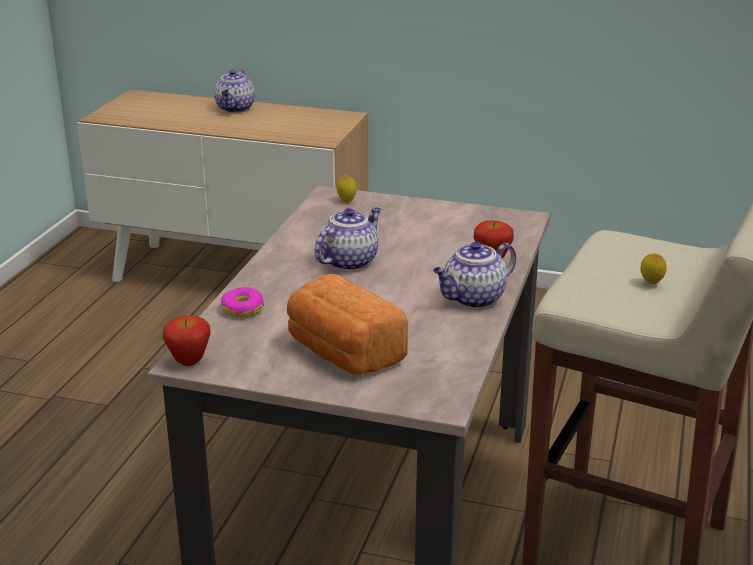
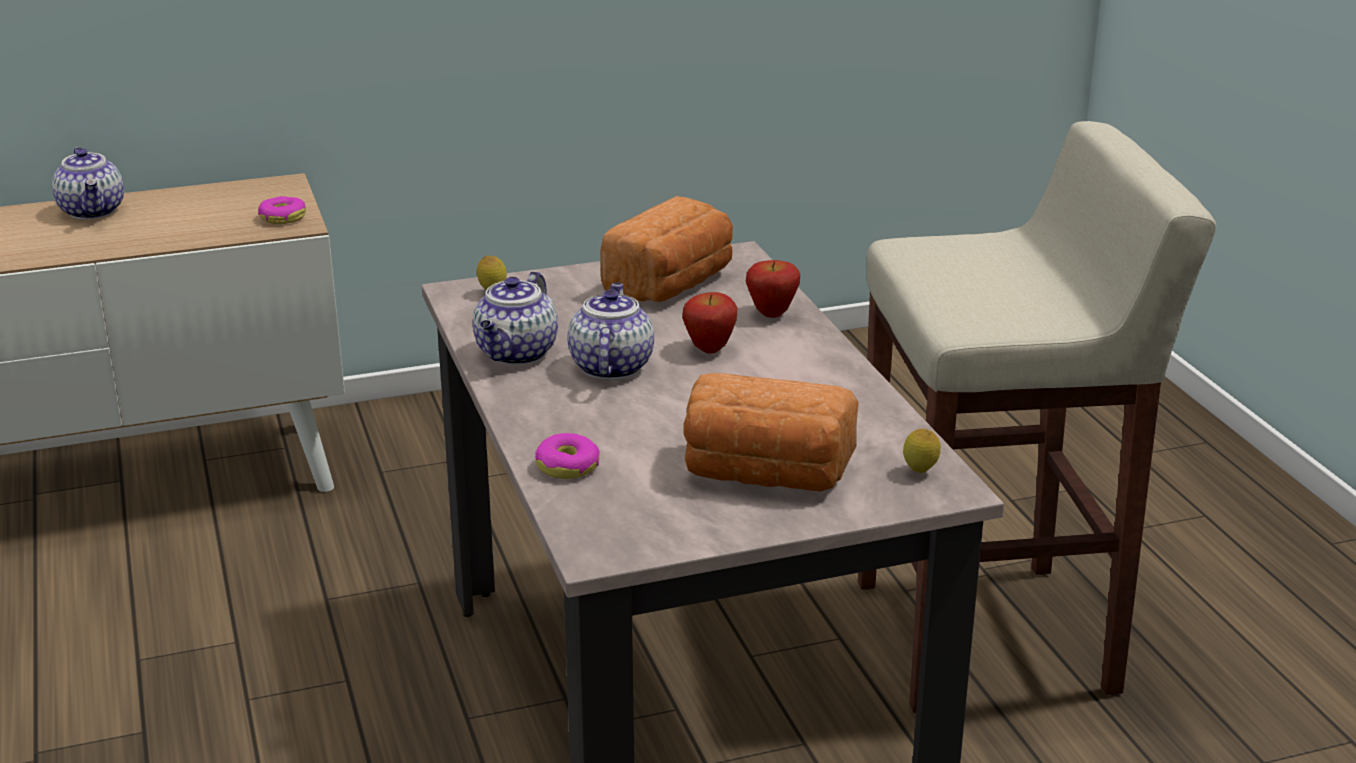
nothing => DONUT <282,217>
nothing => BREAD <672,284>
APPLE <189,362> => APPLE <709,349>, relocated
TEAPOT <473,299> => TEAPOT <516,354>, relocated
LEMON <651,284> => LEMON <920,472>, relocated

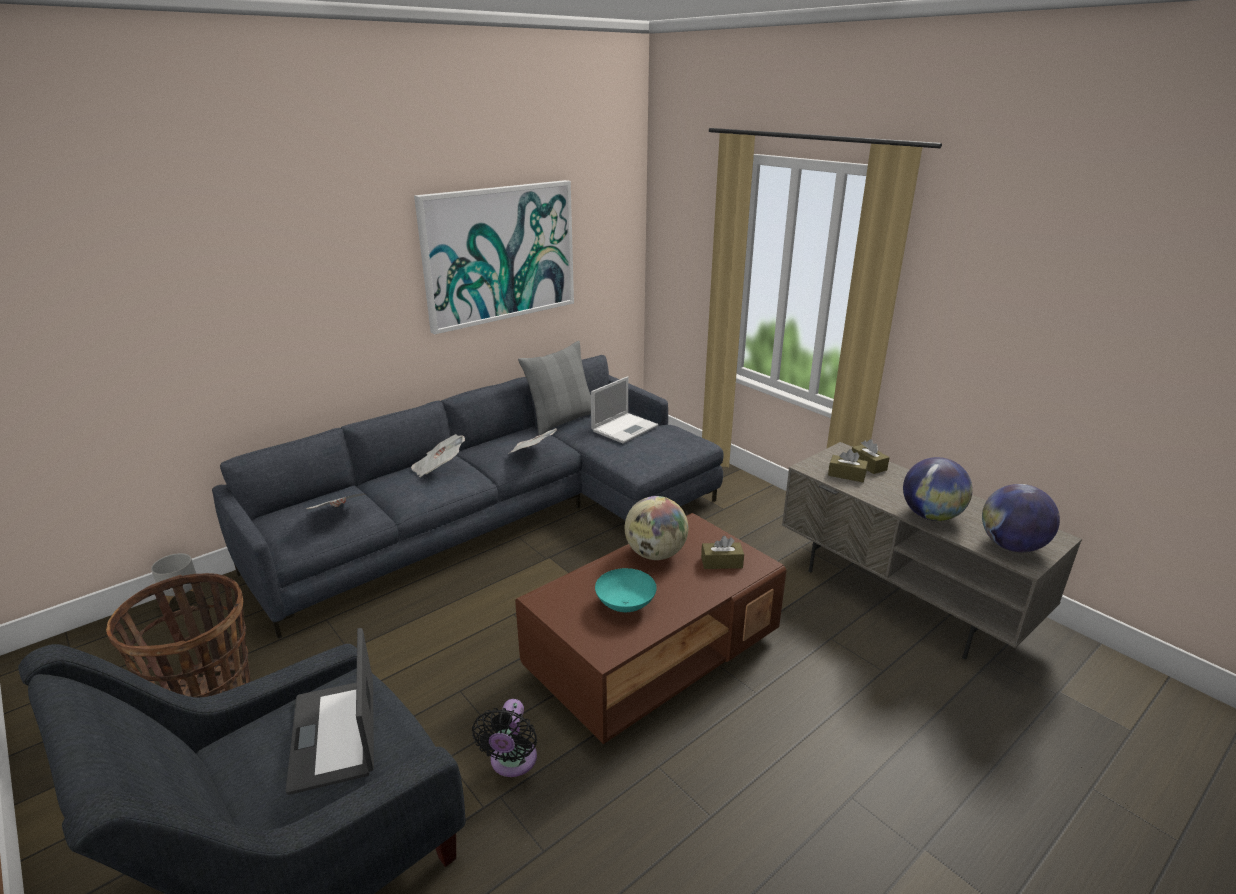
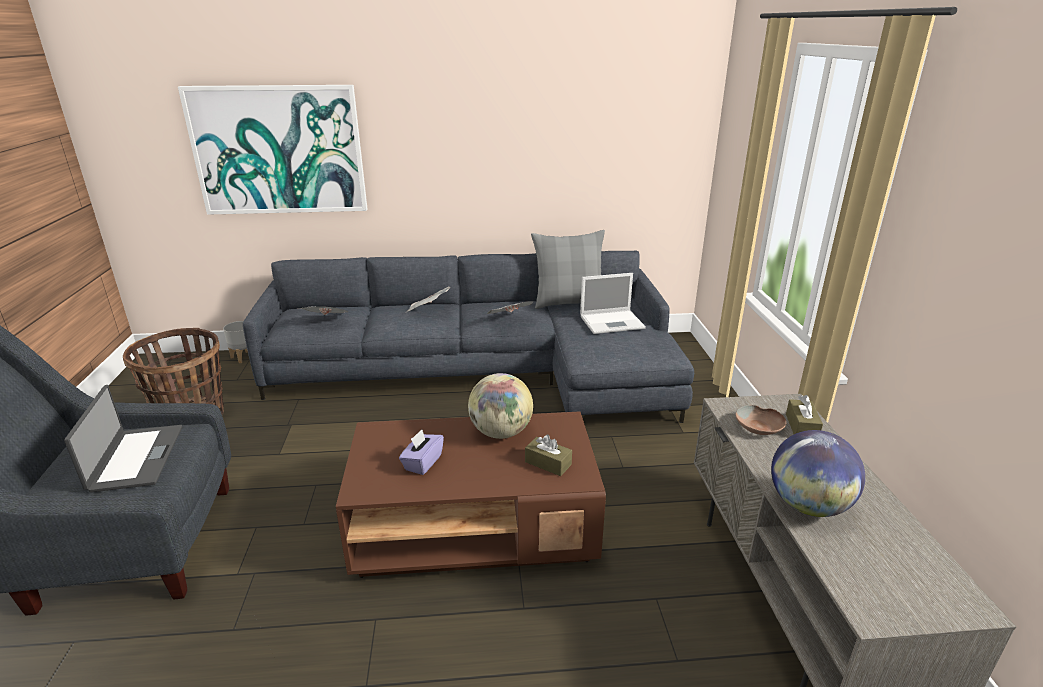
BLACK FAN <512,762> => nothing
GLOBE <1011,546> => nothing
PICTURE <499,254> => PICTURE <279,150>, relocated
TURQUOISE BOWL <626,605> => PURPLE TISSUE BOX <422,463>
BROWN TISSUE BOX <846,475> => BROWN BOWL <759,427>
LAPTOP <336,734> => LAPTOP <135,458>, 150 degrees clockwise

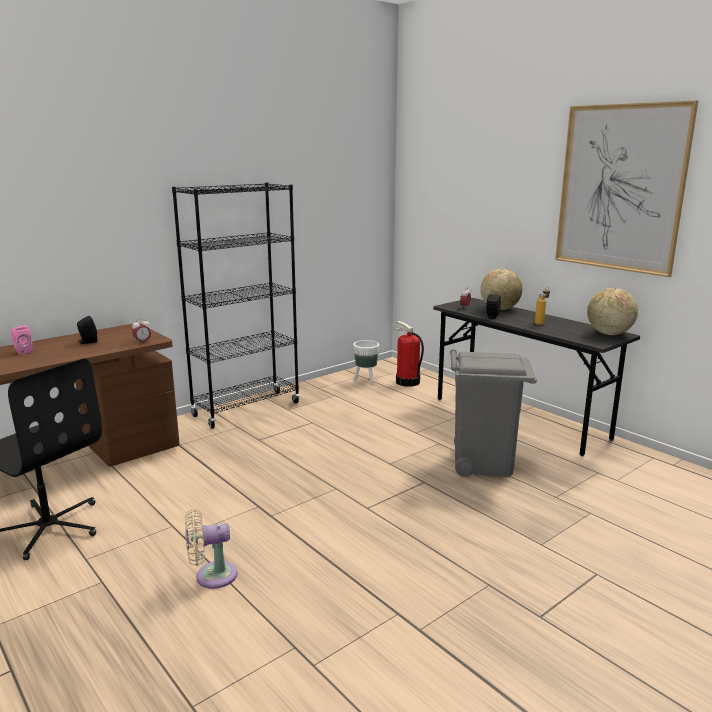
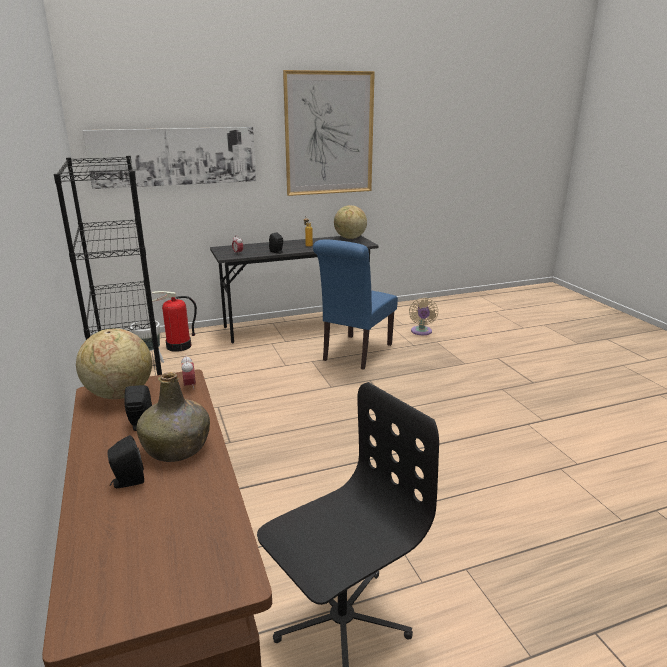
nothing => PICTURE <174,157>
nothing => GREEN BOTTLE <177,448>
BEIGE FAN <211,576> => BEIGE FAN <421,332>, relocated
GLOBE <499,309> => GLOBE <119,394>, relocated
GREY TRASH CAN <483,462> => BLUE CHAIR <355,354>
PINK SPEAKER <22,351> => BLACK SPEAKER <127,482>

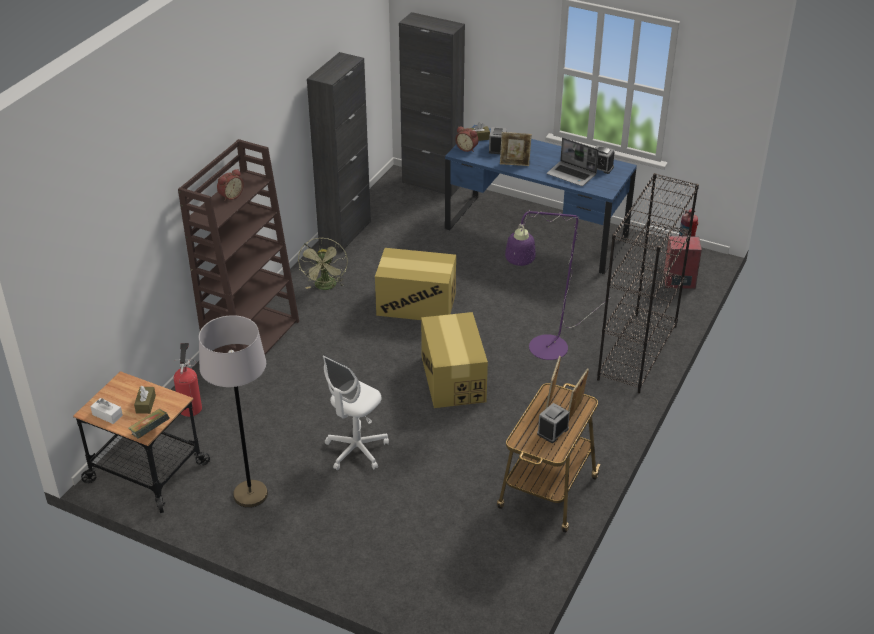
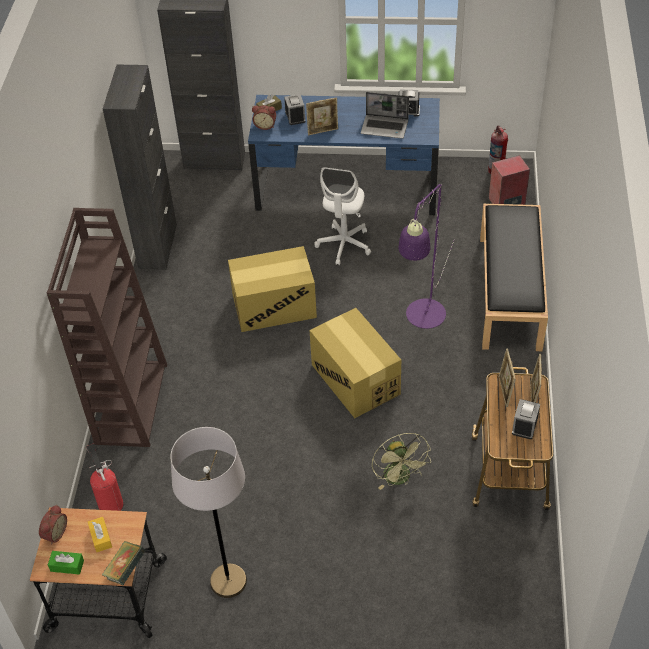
ALARM CLOCK <230,196> => ALARM CLOCK <54,533>, relocated
GREEN FAN <326,287> => GREEN FAN <400,479>, relocated
WHITE OFFICE CHAIR <356,450> => WHITE OFFICE CHAIR <344,245>, relocated
BLACK BOOKCASE <637,353> => BLACK BENCH <510,292>
WHITE TISSUE BOX <107,415> => GREEN TISSUE BOX <67,566>
BROWN TISSUE BOX <145,404> => YELLOW TISSUE BOX <101,537>

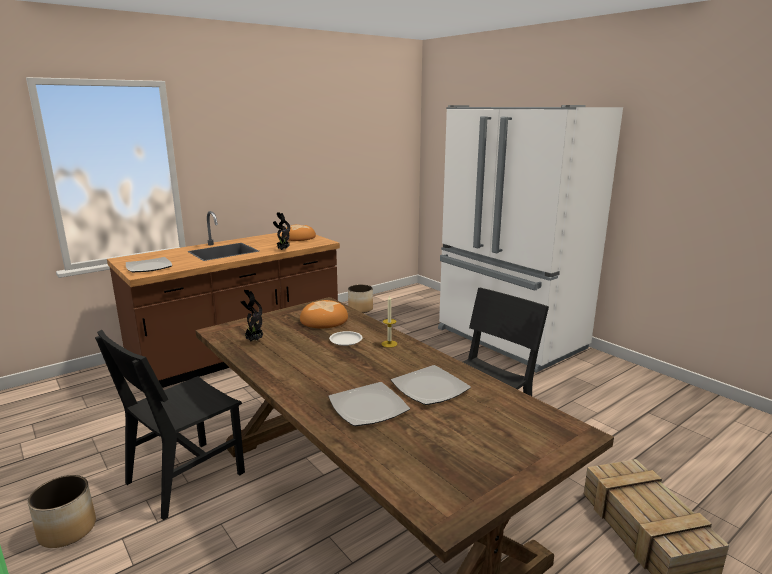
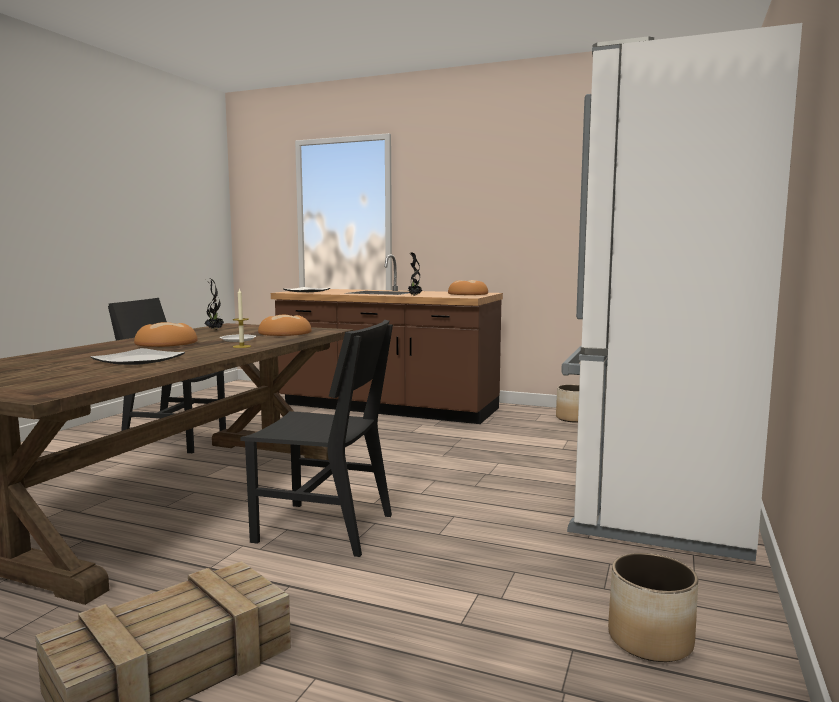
PLATE <367,407> => nothing
nothing => BREAD <166,343>
PLANTER <68,530> => PLANTER <650,640>, relocated

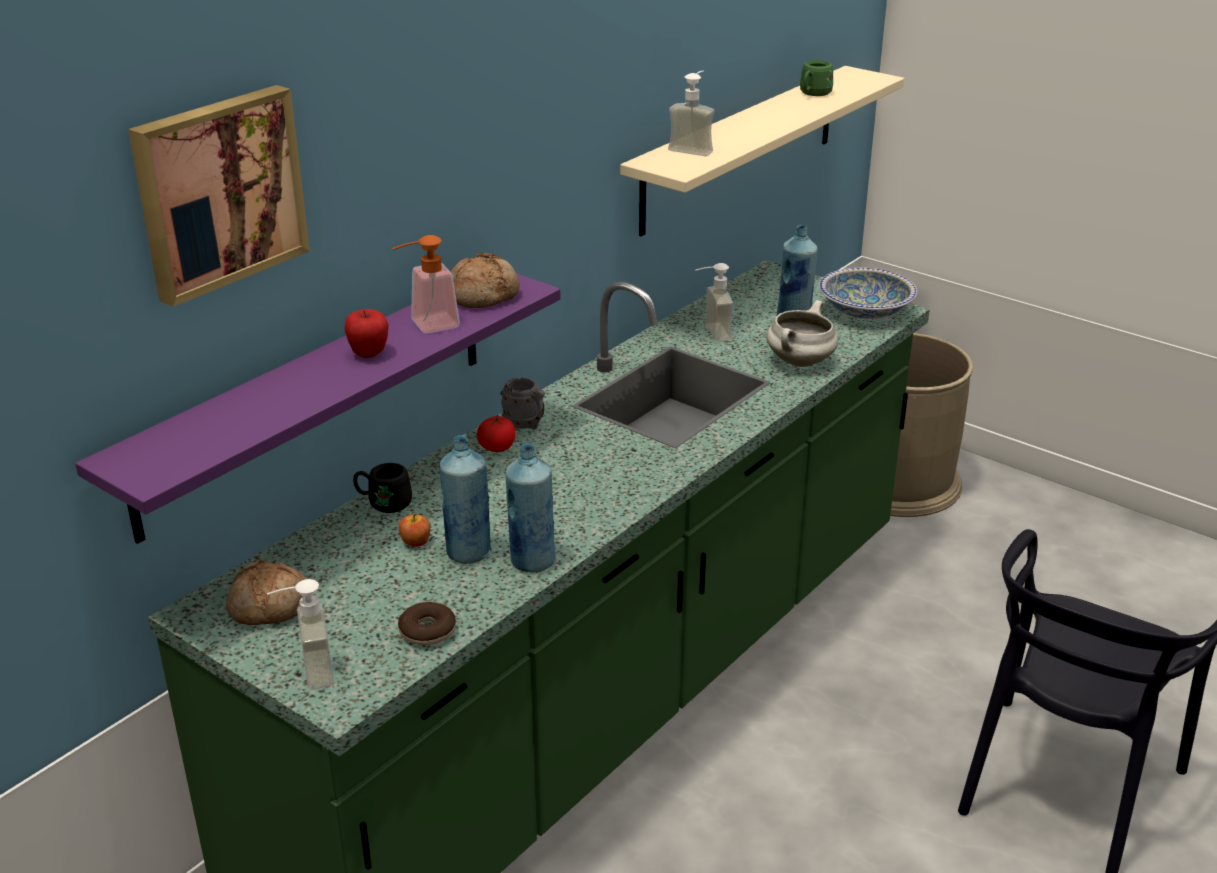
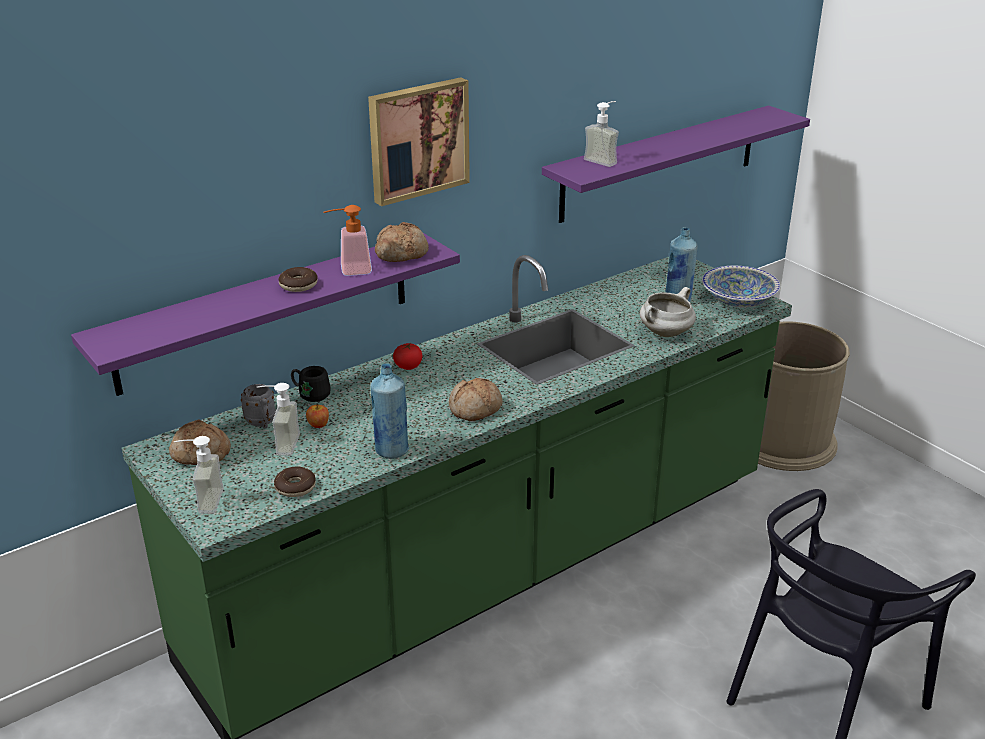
BLUE BOTTLE <468,552> => nothing
GREEN MUG <813,94> => nothing
nothing => BREAD <476,409>
PICTURE <218,191> => PICTURE <417,139>, relocated
GREY MUG <526,424> => GREY MUG <262,423>, relocated
SOAP DISPENSER <709,333> => SOAP DISPENSER <280,444>, relocated
APPLE <369,354> => DONUT <298,285>
BEIGE SHELF <741,148> => PURPLE SHELF <660,163>

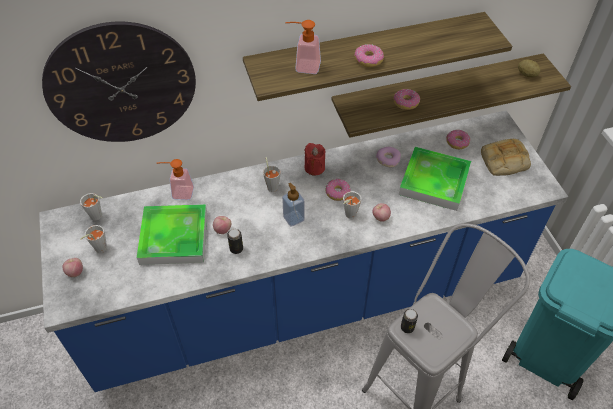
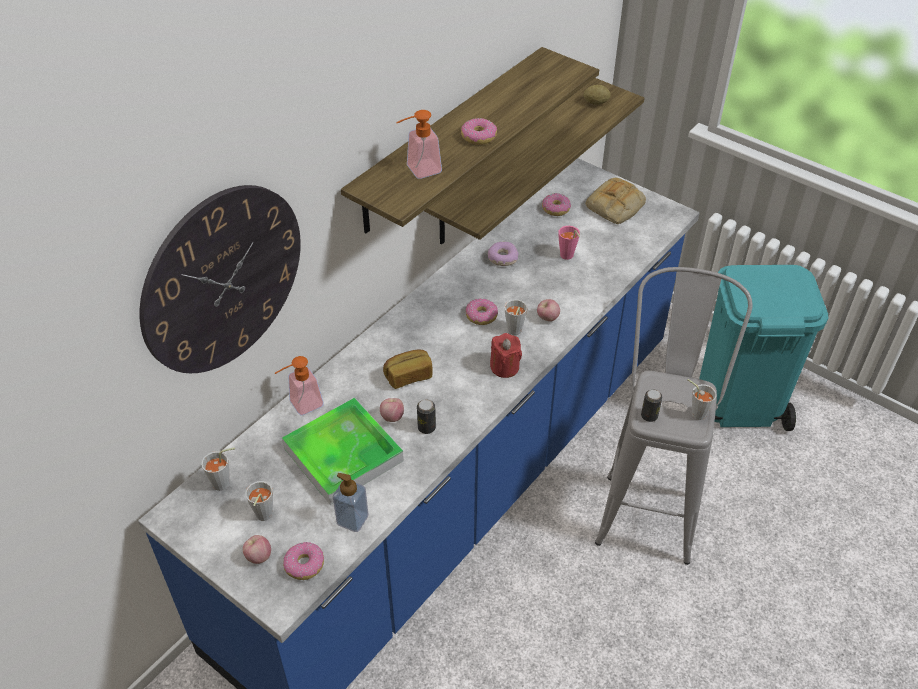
nothing => BREAD <408,376>
GREY CUP <272,185> => GREY CUP <695,412>, relocated
SOAP DISPENSER <293,218> => SOAP DISPENSER <352,519>, relocated
RED CANDLE <314,167> => RED CANDLE <504,367>, relocated
DONUT <406,103> => DONUT <304,565>, relocated
TRAY <434,181> => PINK CUP <567,257>

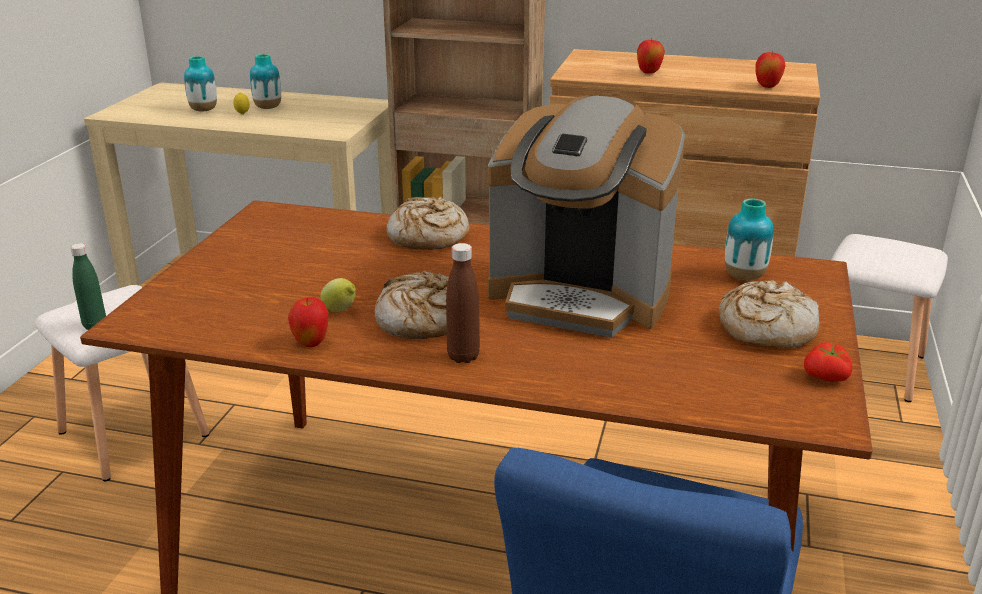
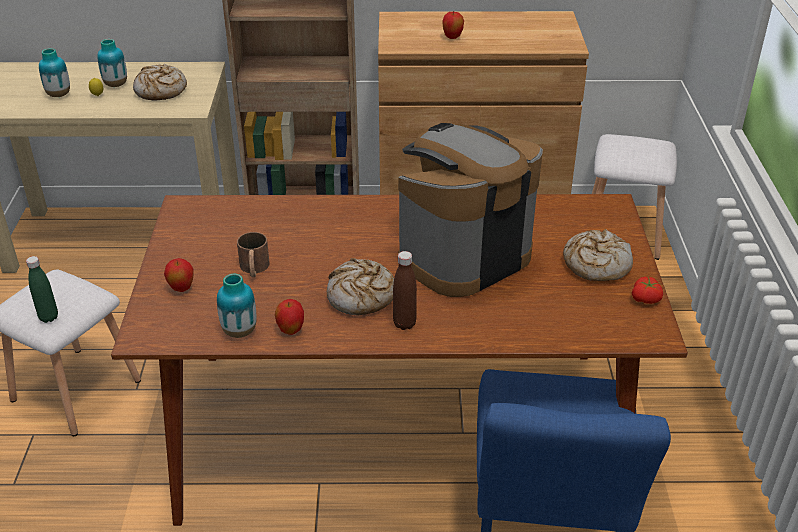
LEMON <341,311> => nothing
nothing => BROWN MUG <254,269>
BREAD <428,237> => BREAD <161,91>, relocated
VASE <744,276> => VASE <239,331>, relocated
APPLE <767,87> => APPLE <182,289>, relocated
COFFEE MACHINE <580,297> => COFFEE MACHINE <462,256>, 135 degrees clockwise

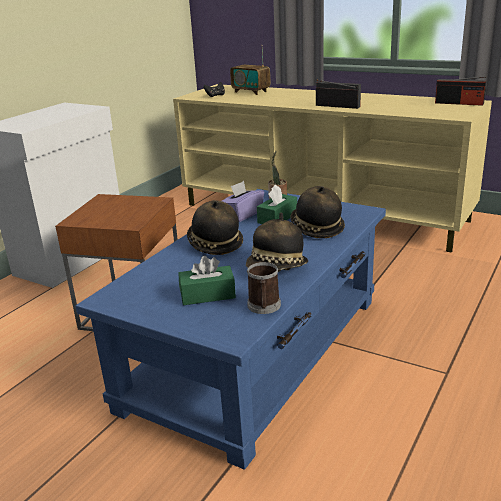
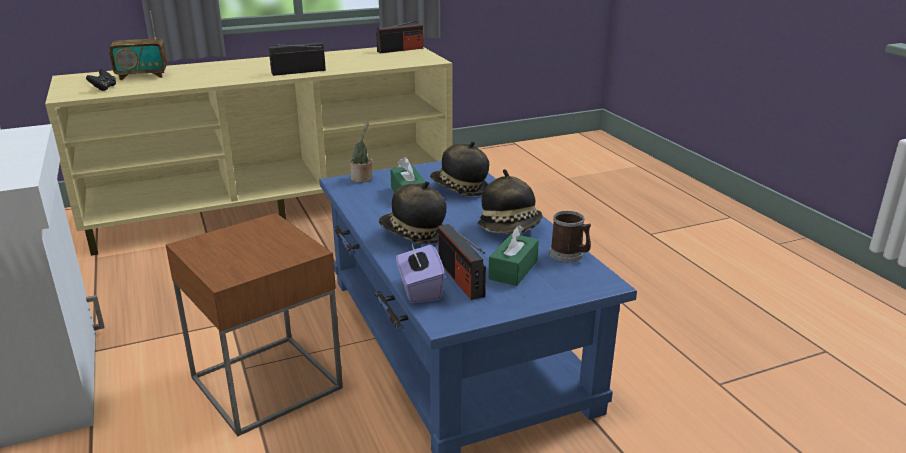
nothing => RADIO <460,278>
PURPLE TISSUE BOX <242,215> => PURPLE TISSUE BOX <419,289>, relocated

